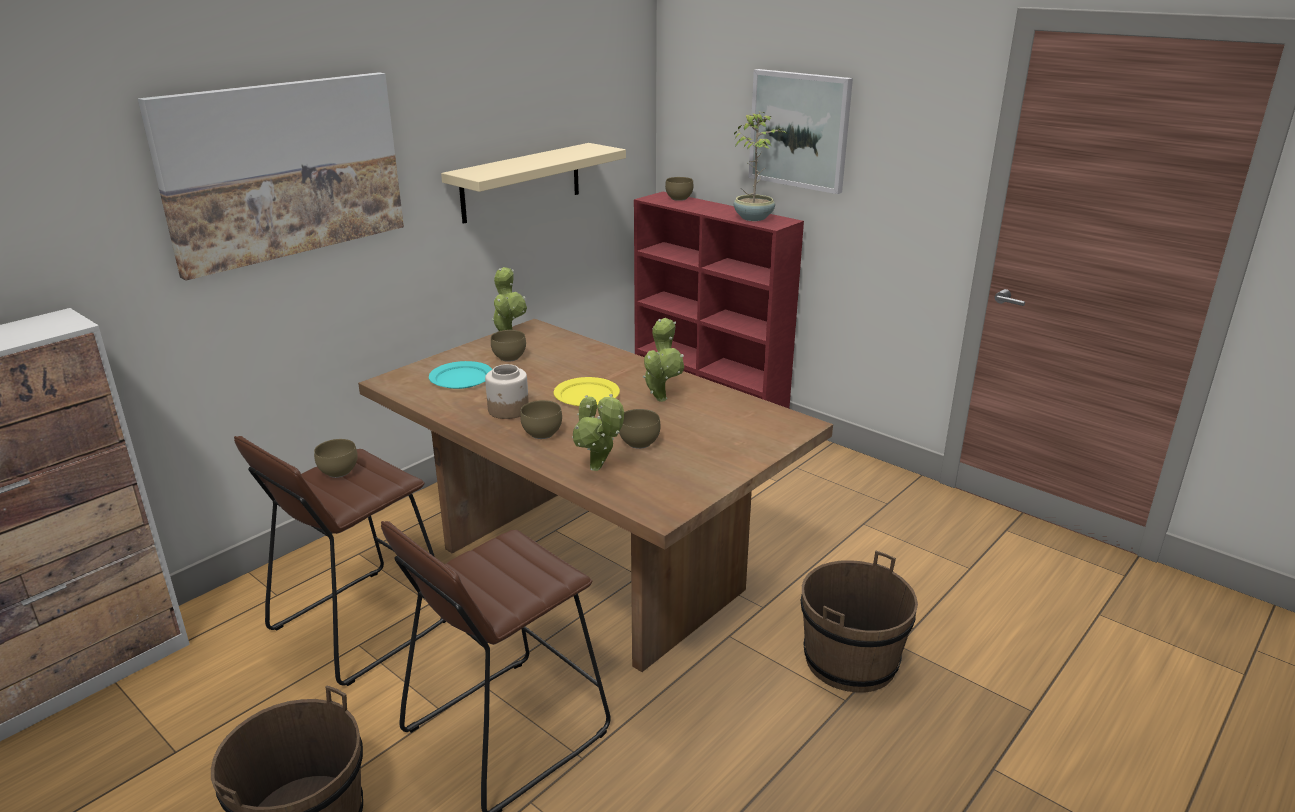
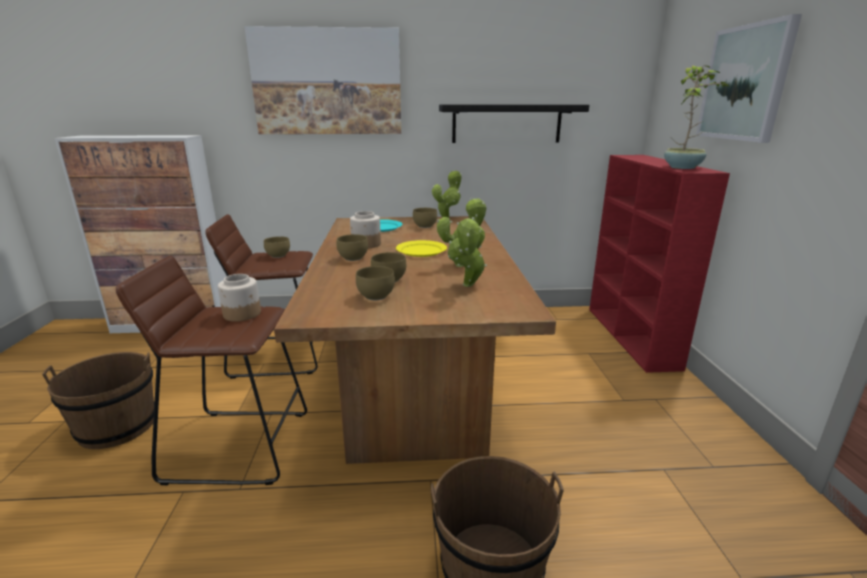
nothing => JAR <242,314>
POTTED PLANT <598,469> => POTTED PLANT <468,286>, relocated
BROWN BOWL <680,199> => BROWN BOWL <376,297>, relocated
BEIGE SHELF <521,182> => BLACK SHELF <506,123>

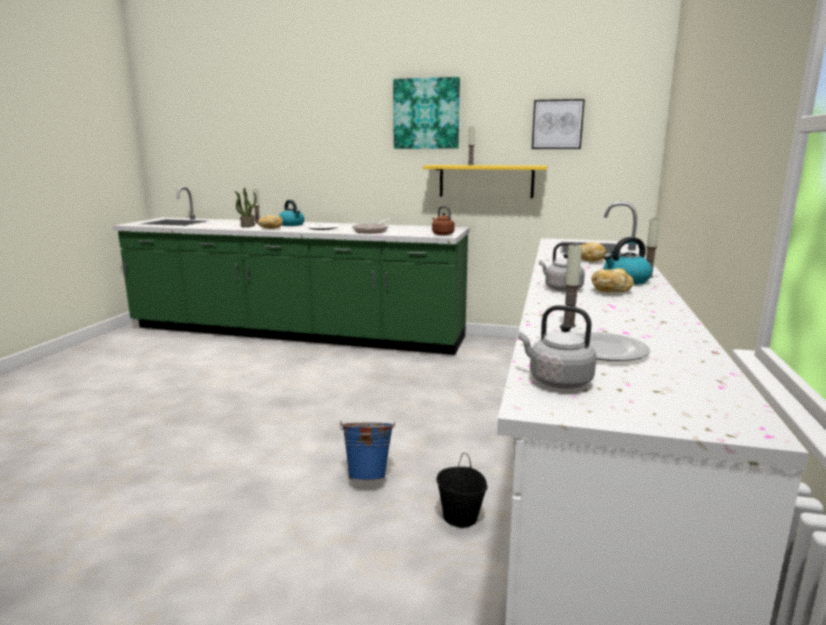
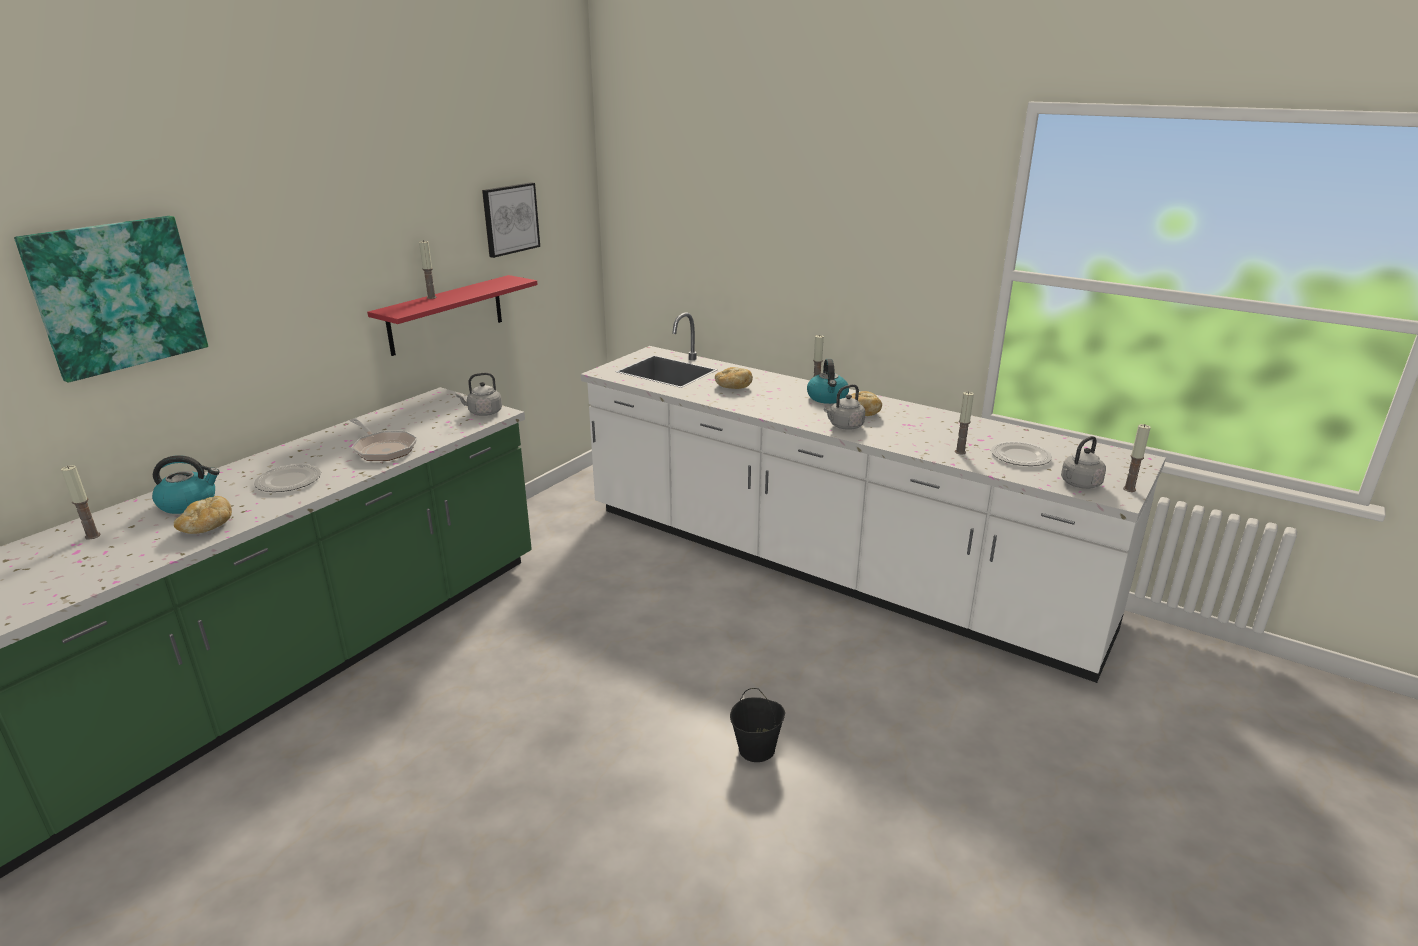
POTTED PLANT <247,226> => nothing
BLUE BUCKET <369,475> => nothing
nothing => CANDLE <1129,489>
PICTURE <426,114> => PICTURE <117,296>, relocated
BLACK BUCKET <461,517> => BLACK BUCKET <757,749>, relocated
YELLOW SHELF <486,181> => RED SHELF <446,315>
BROWN KETTLE <442,234> => GREY KETTLE <483,413>

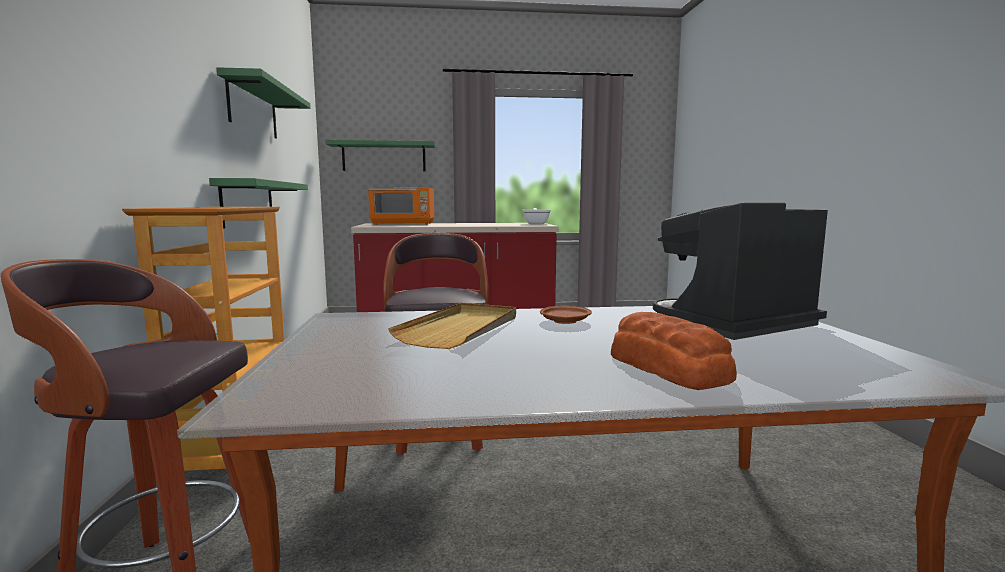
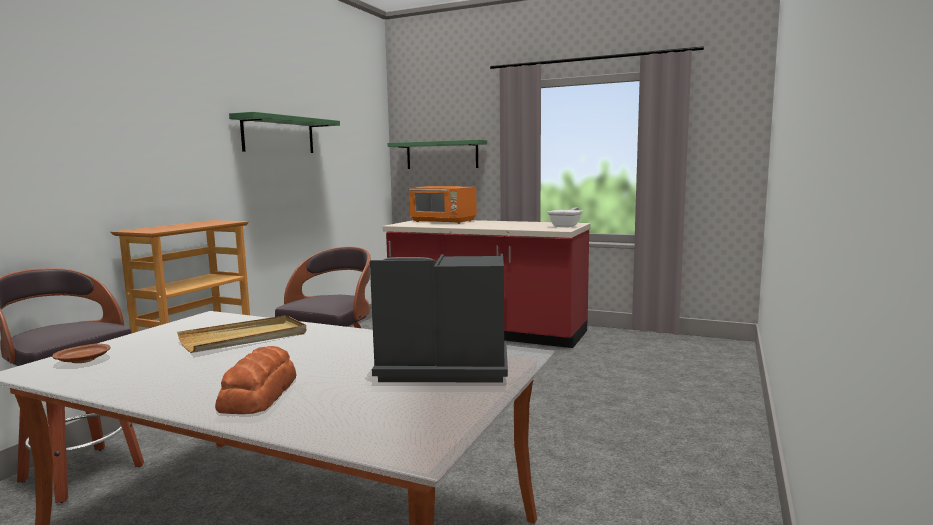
GREEN SHELF <248,203> => nothing
BROWN PLATE <565,321> => BROWN PLATE <84,360>, relocated

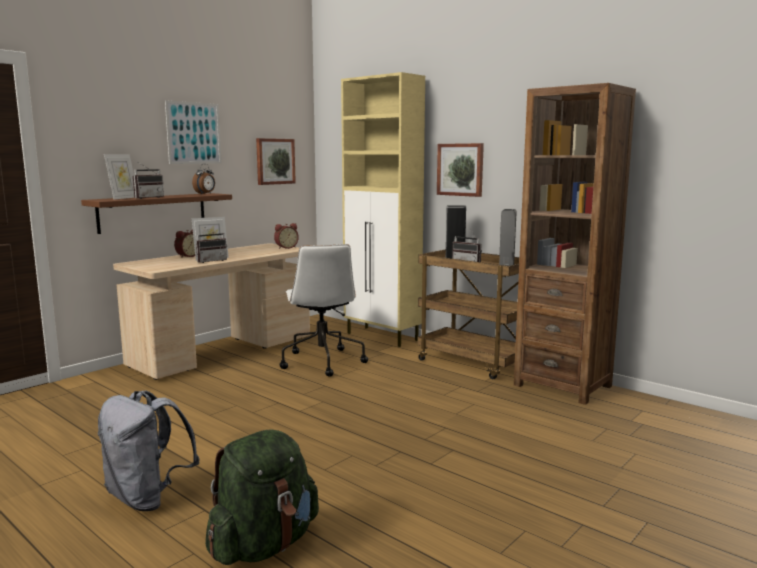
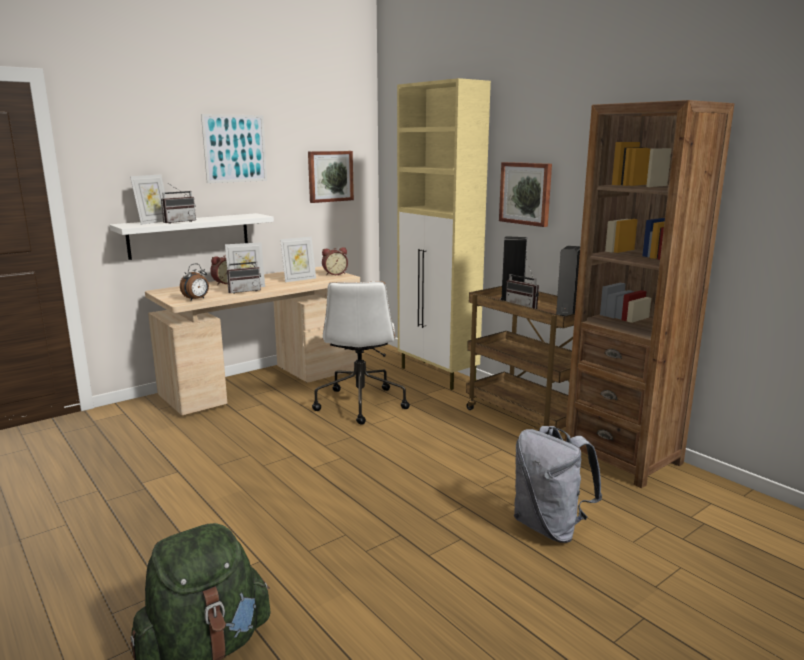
nothing => PICTURE FRAME <299,279>
GREY BACKPACK <147,498> => GREY BACKPACK <550,527>, relocated
ALARM CLOCK <205,194> => ALARM CLOCK <197,299>, relocated
BROWN SHELF <153,212> => WHITE SHELF <189,235>

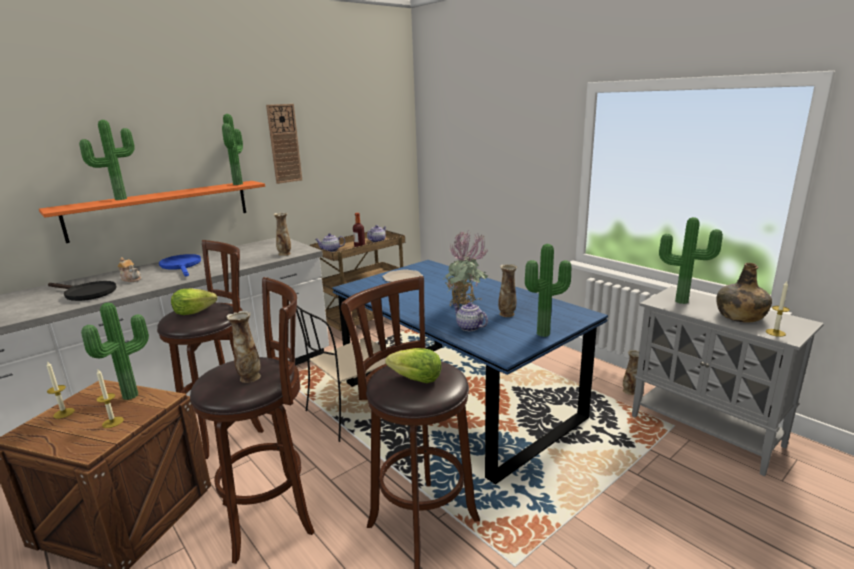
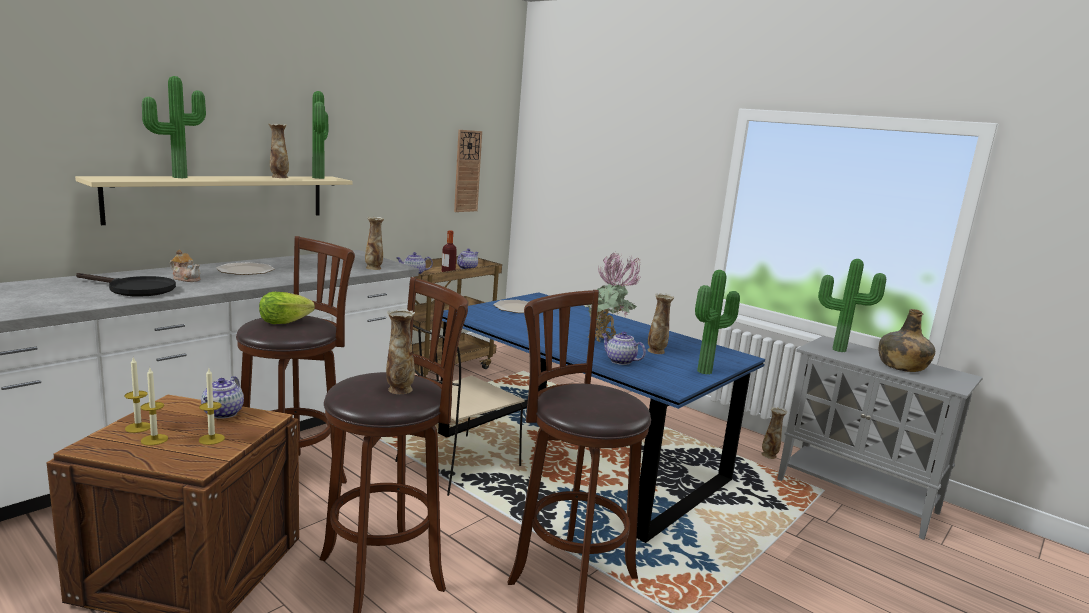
LETTUCE <416,380> => nothing
nothing => VASE <279,177>
WALL CLOCK <284,143> => WALL CLOCK <467,171>, relocated
CANDLE <775,332> => CANDLE <154,440>, relocated
POTTED PLANT <133,396> => TEAPOT <223,414>
BLUE FRYING PAN <182,266> => PLATE <246,270>
ORANGE SHELF <161,209> => BEIGE SHELF <221,198>

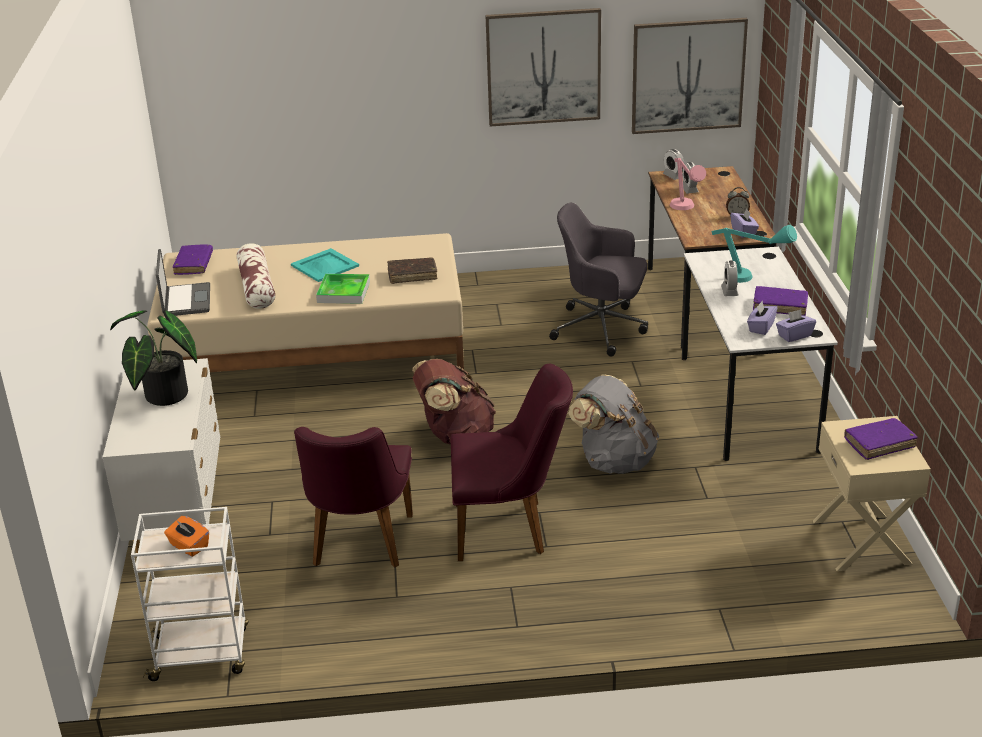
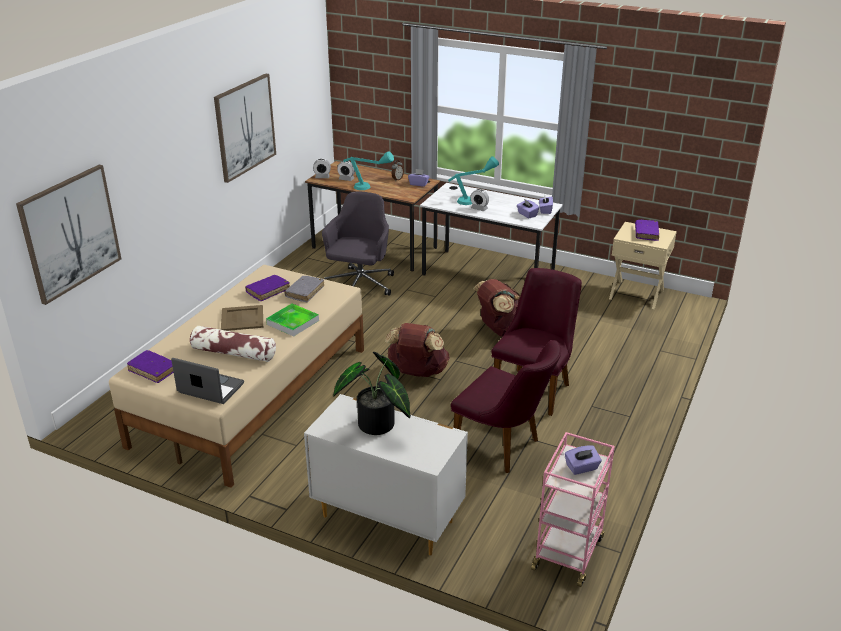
PICTURE <688,75> => PICTURE <70,233>, relocated
PURPLE BOOK <780,306> => PURPLE BOOK <268,291>, relocated
WHITE CART <202,654> => PINK CART <568,552>
ORANGE TISSUE BOX <188,546> => PURPLE TISSUE BOX <582,468>
TURQUOISE TRAY <324,266> => BEIGE TRAY <242,318>
BROWN BOOK <412,275> => GREY BOOK <305,292>
GREY BACKPACK <614,461> => BROWN BACKPACK <501,331>
PINK TABLE LAMP <685,210> => TURQUOISE TABLE LAMP <370,188>
GREY OFFICE CHAIR <602,329> => GREY OFFICE CHAIR <359,285>, 150 degrees clockwise

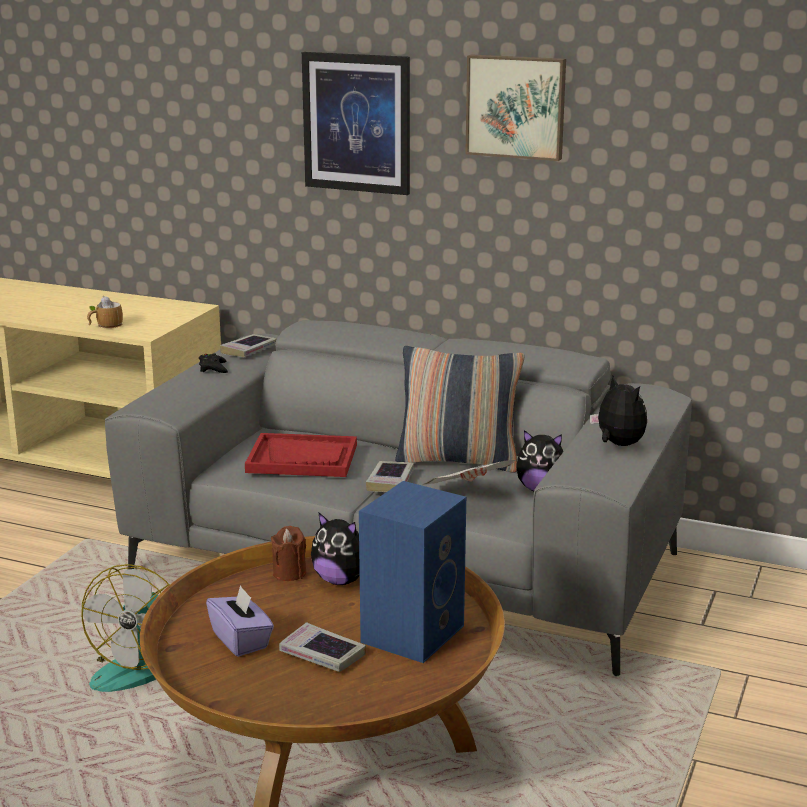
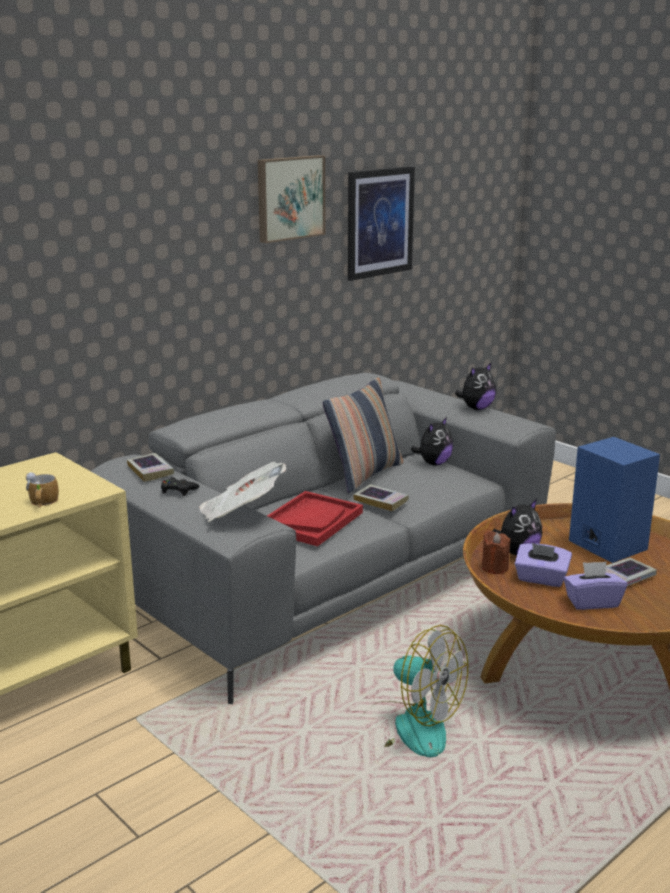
nothing => PURPLE TISSUE BOX <541,579>
PICTURE <357,123> => PICTURE <379,222>, relocated
NEWSPAPER <467,496> => NEWSPAPER <241,513>, relocated
PLUSH TOY <618,444> => PLUSH TOY <476,408>, 150 degrees clockwise

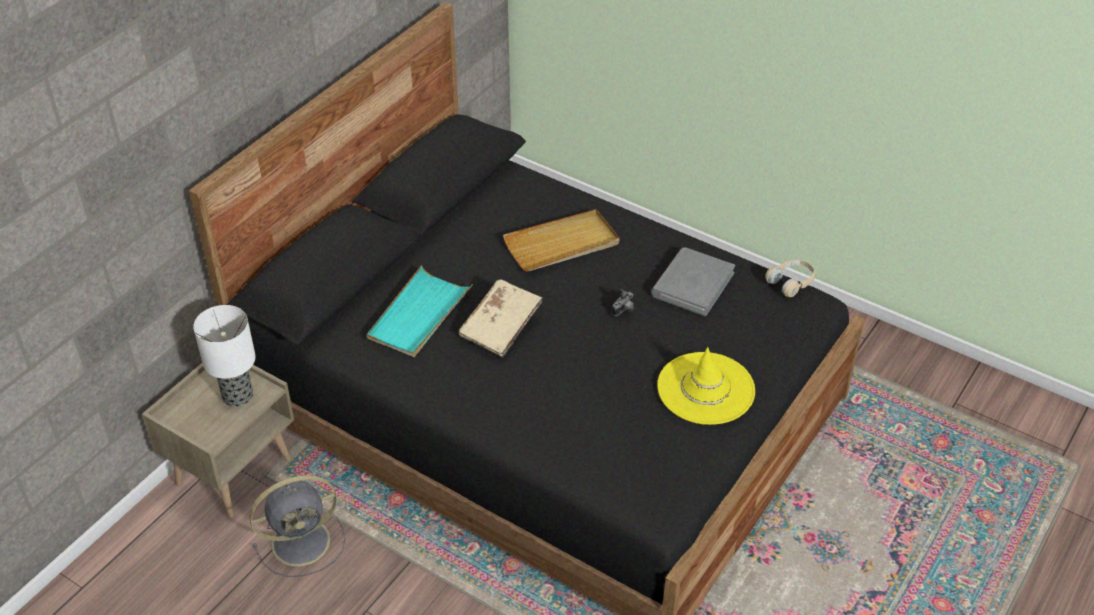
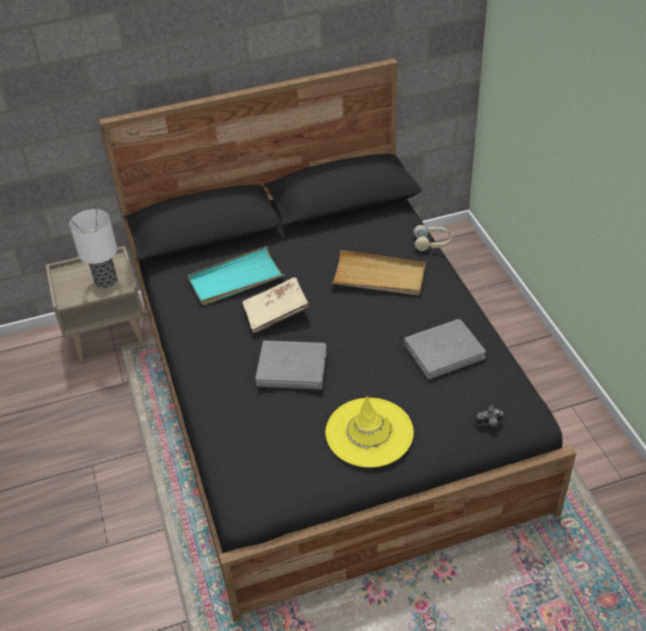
GREY FAN <303,541> => nothing
nothing => GREY BOOK <292,367>
PHOTO CAMERA <624,310> => PHOTO CAMERA <489,424>, relocated
BEIGE HEADPHONES <791,283> => BEIGE HEADPHONES <432,243>, relocated

